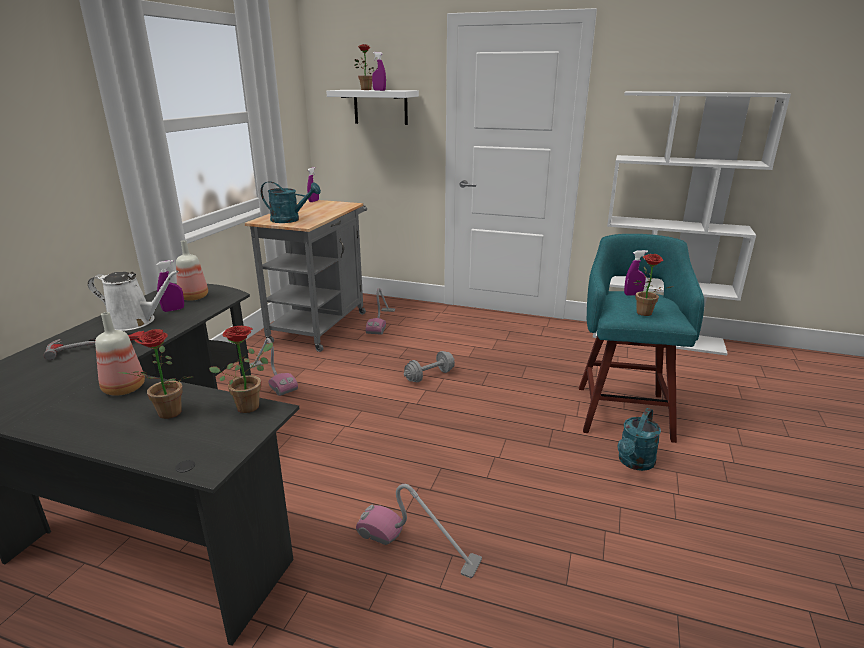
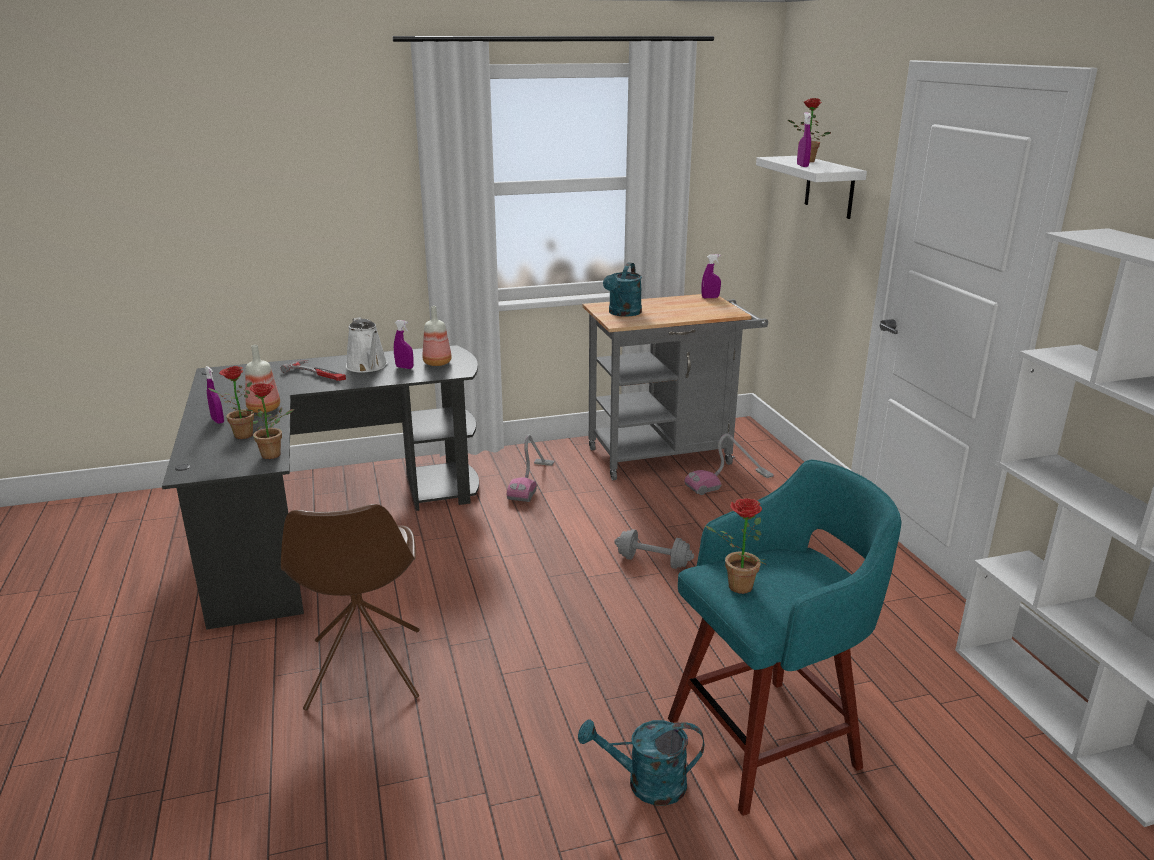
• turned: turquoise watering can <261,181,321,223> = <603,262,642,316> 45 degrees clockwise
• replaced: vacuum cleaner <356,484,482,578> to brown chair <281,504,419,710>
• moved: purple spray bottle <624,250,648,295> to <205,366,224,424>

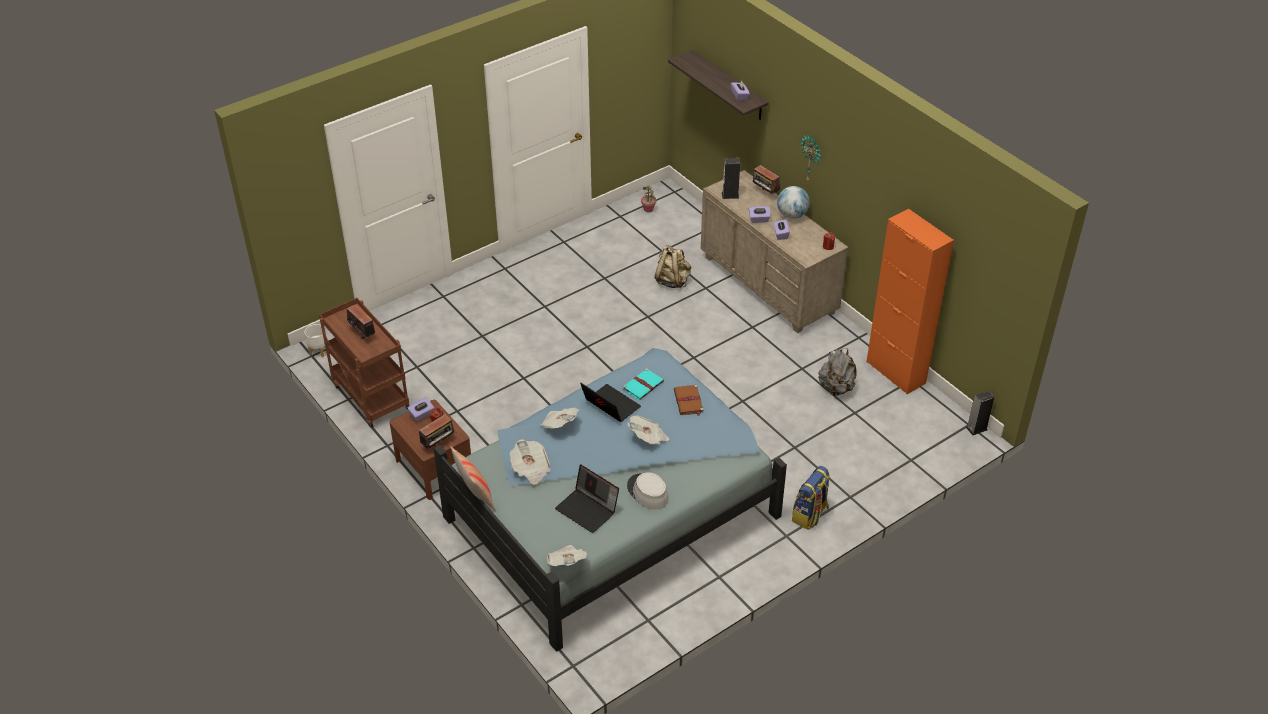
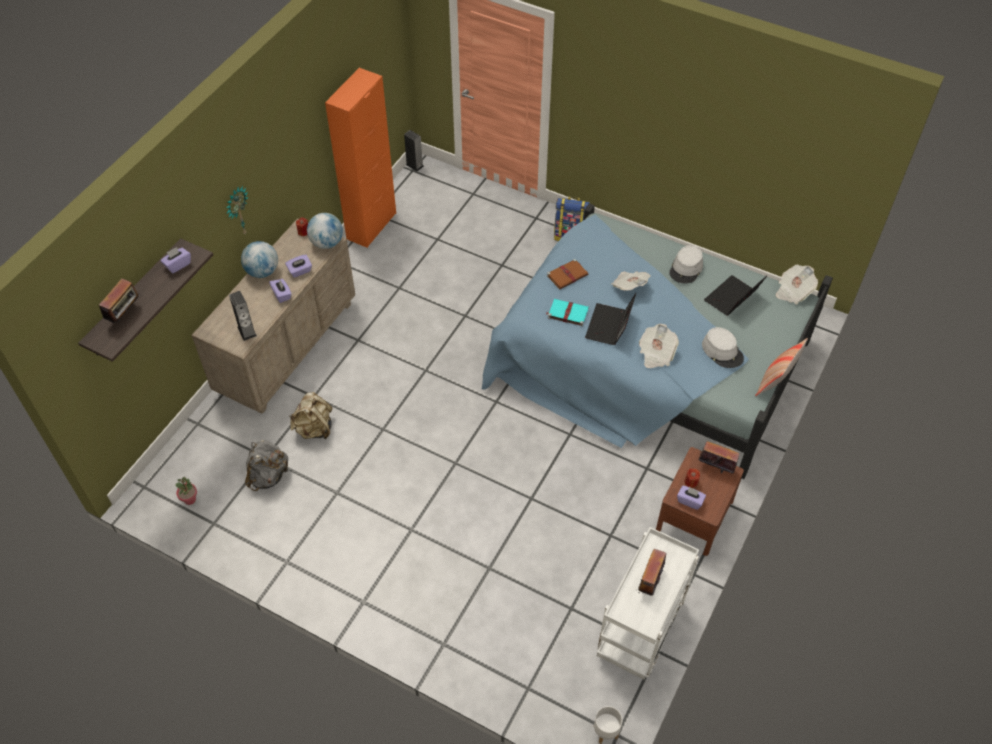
• recoloured: brown cart <319,298,410,428> to white cart <597,527,699,679>
• replaced: newspaper <510,439,551,485> to grey hat <702,327,744,368>
• turned: laptop <555,465,619,533> = <704,275,767,315> 150 degrees counterclockwise
• moved: radio <753,165,780,194> to <99,278,140,323>
• moved: grey backpack <818,348,857,397> to <245,440,289,491>
• added: globe <307,213,343,249>

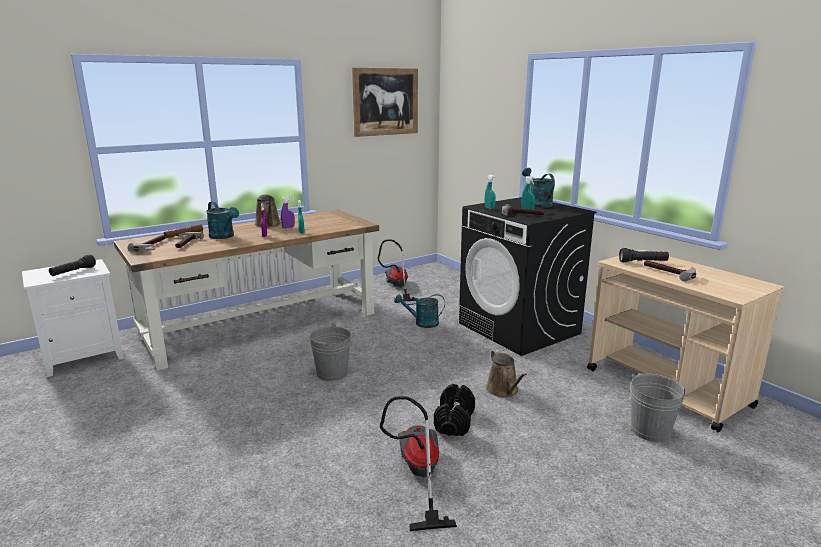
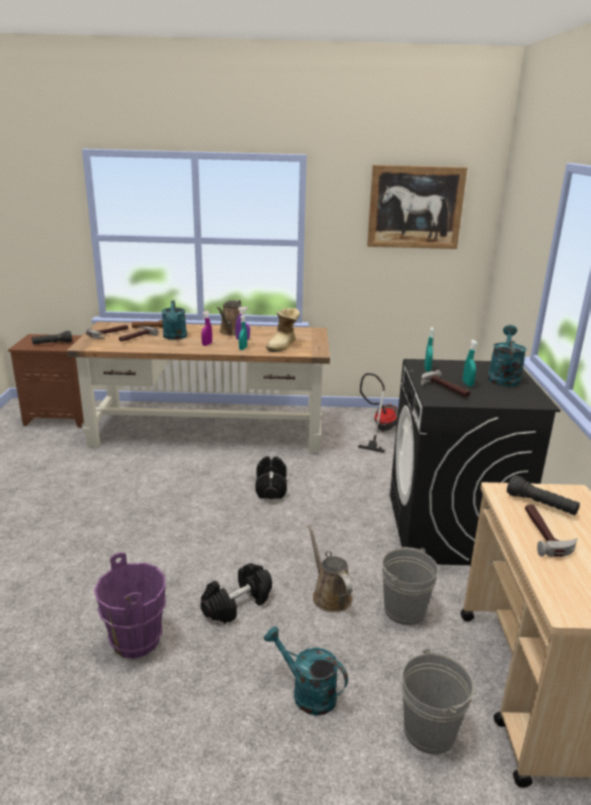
• recoloured: white nightstand <22,259,124,377> to brown nightstand <8,334,84,427>
• moved: grey bucket <309,324,351,381> to <382,547,438,625>
• replaced: vacuum cleaner <380,396,457,531> to purple bucket <94,552,166,659>
• moved: turquoise watering can <395,294,445,328> to <264,626,348,715>
• turned: brown watering can <486,350,527,397> = <308,525,353,613> 135 degrees clockwise
• added: black dumbbell <255,456,287,499>
• added: boot <266,308,300,352>

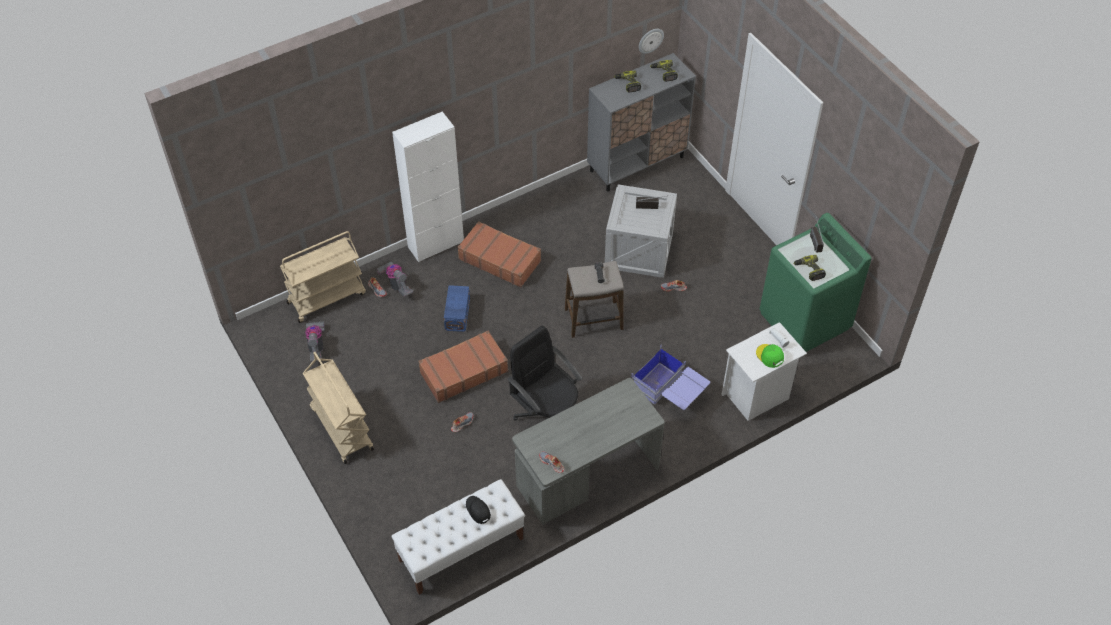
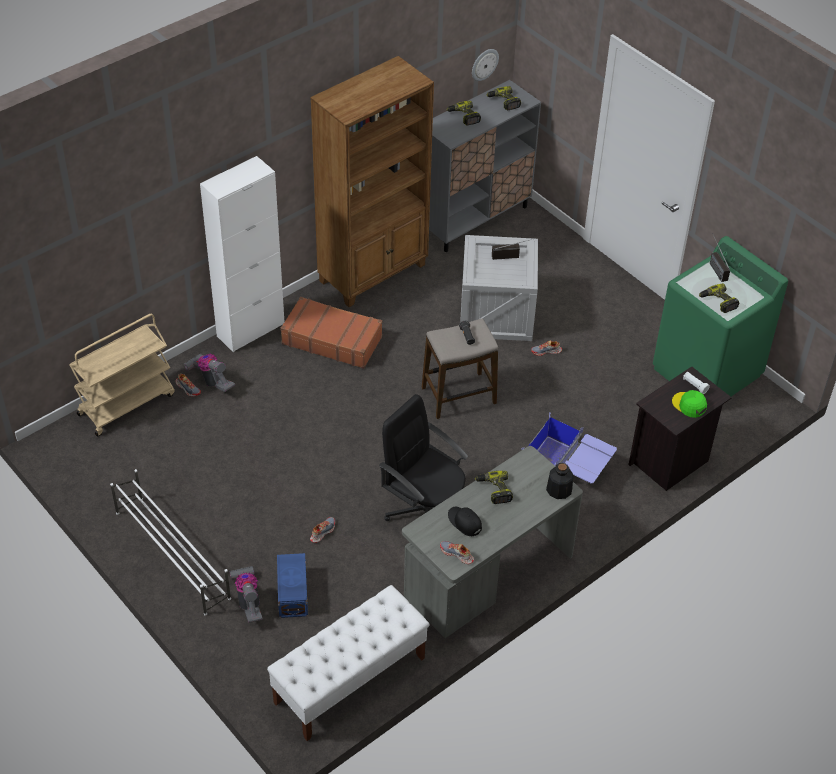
• replaced: beige cart <303,352,374,464> to white shoe rack <110,469,231,616>
• moved: vacuum cleaner <305,321,325,362> to <229,566,263,623>
• removed: brown suitcase <418,330,508,403>
• moved: blue storage box <444,285,470,332> to <277,553,308,618>
• moved: black cap <466,496,491,524> to <448,507,482,536>
• recoloured: white nightstand <721,322,807,421> to black nightstand <628,367,732,491>
• added: brown bookcase <310,56,434,307>
• added: power drill <475,471,513,504>
• added: bottle <546,463,573,499>

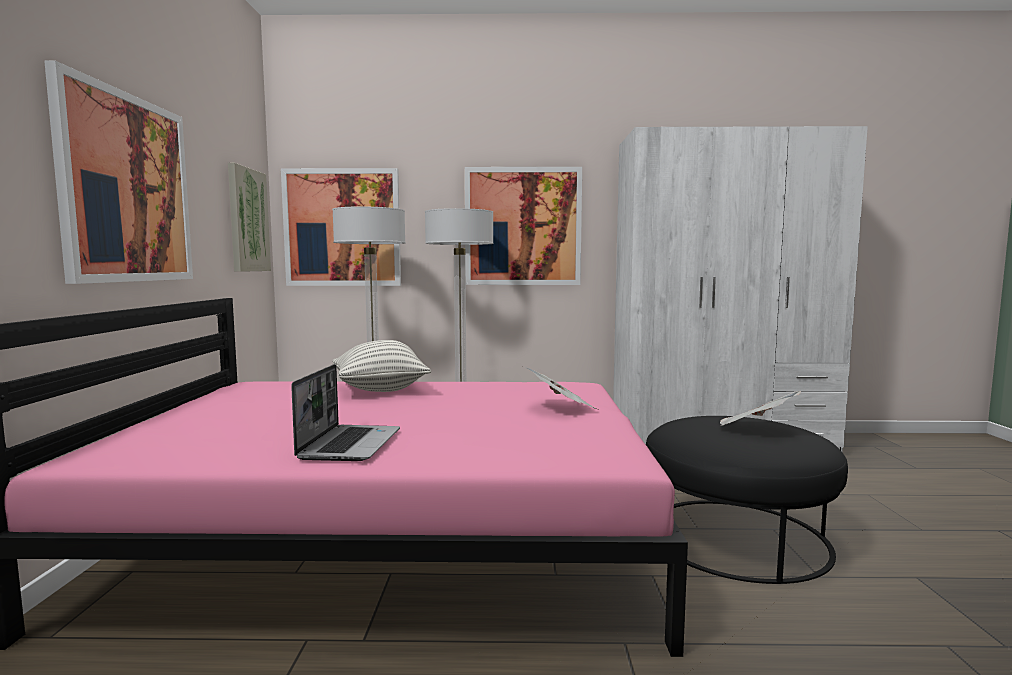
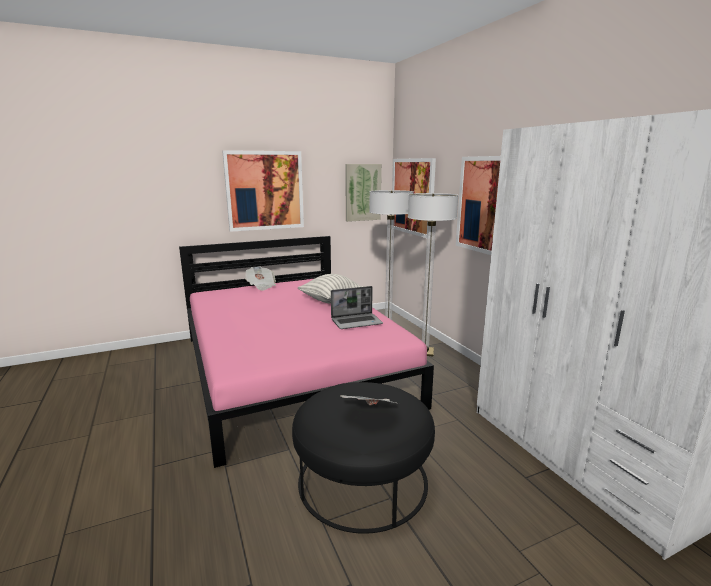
• moved: laptop <291,364,400,461> to <331,286,383,329>
• moved: newspaper <524,367,597,409> to <245,266,276,291>

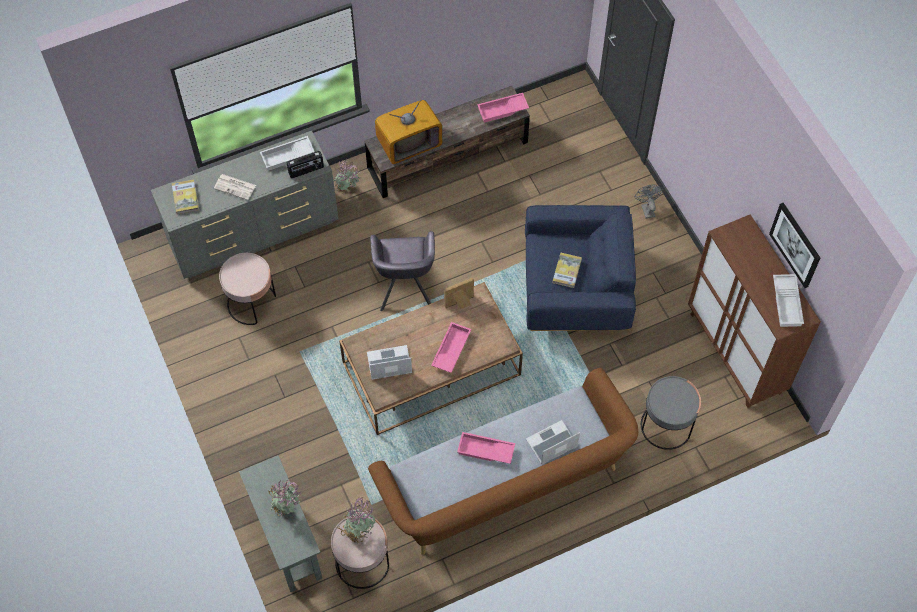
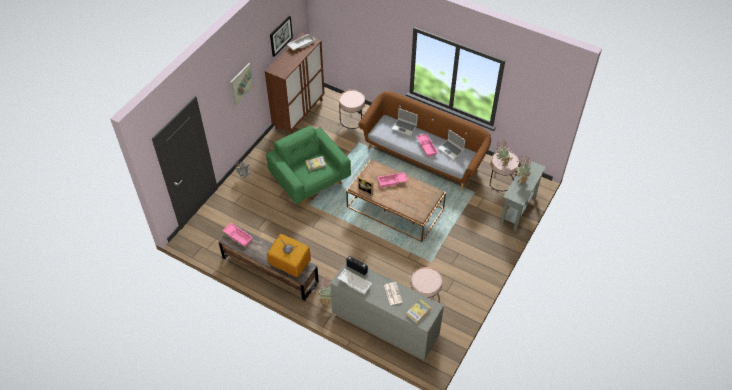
• moved: laptop <367,345,412,380> to <438,129,465,160>
• removed: grey armchair <370,231,435,311>
• recoloured: blue armchair <525,205,636,331> to green armchair <266,125,351,205>
• recoloured: grey side table <641,376,701,450> to pink side table <339,90,365,129>
• added: picture <230,63,254,106>

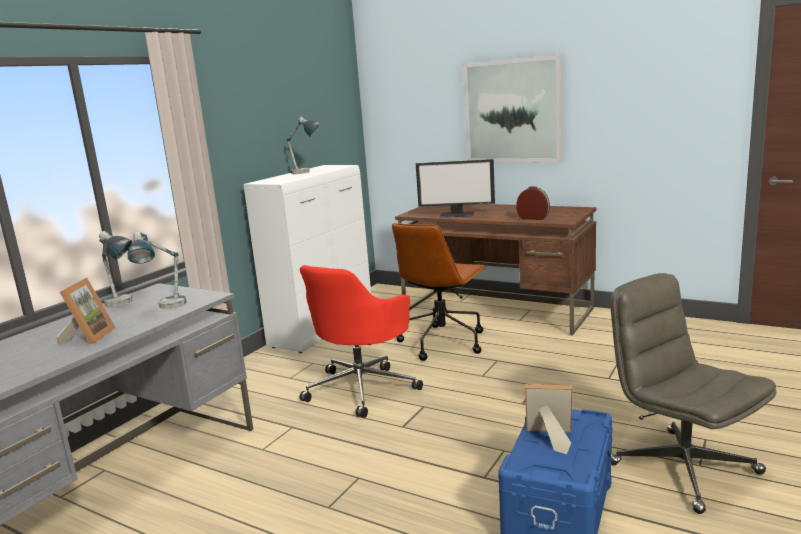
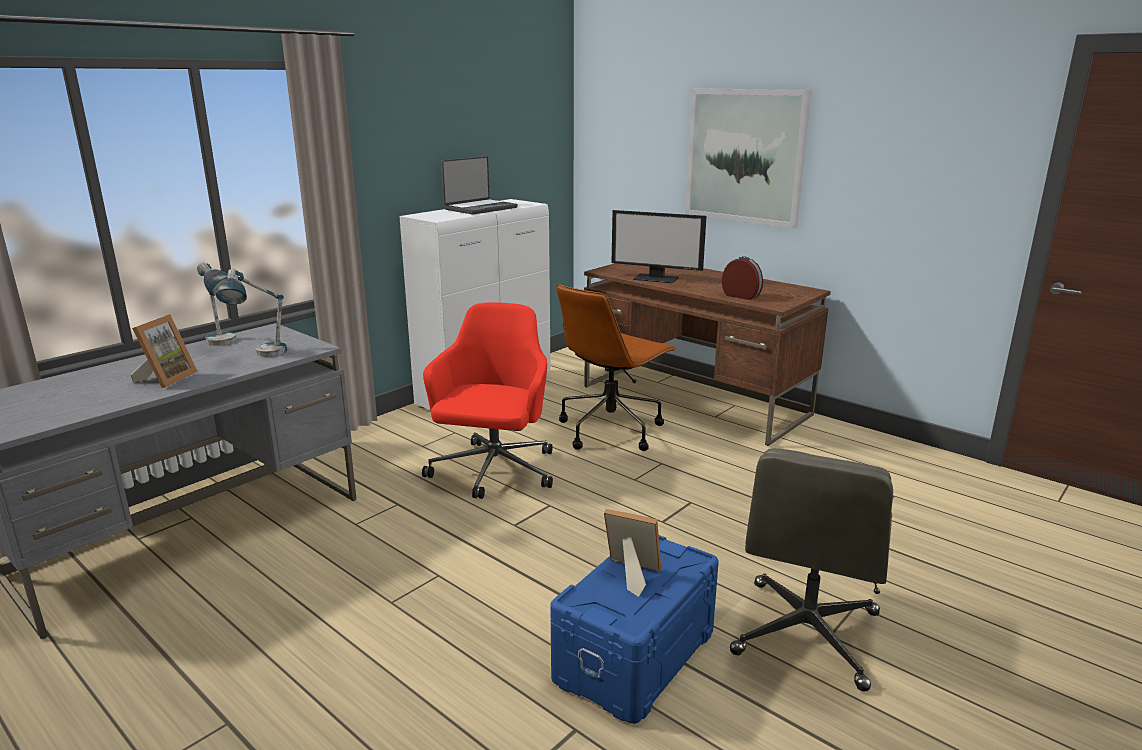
• replaced: table lamp <287,117,320,174> to laptop <441,156,518,215>
• turned: red office chair <300,265,423,418> = <422,302,553,499> 150 degrees clockwise
• turned: grey office chair <610,273,777,514> = <730,448,893,692> 135 degrees counterclockwise

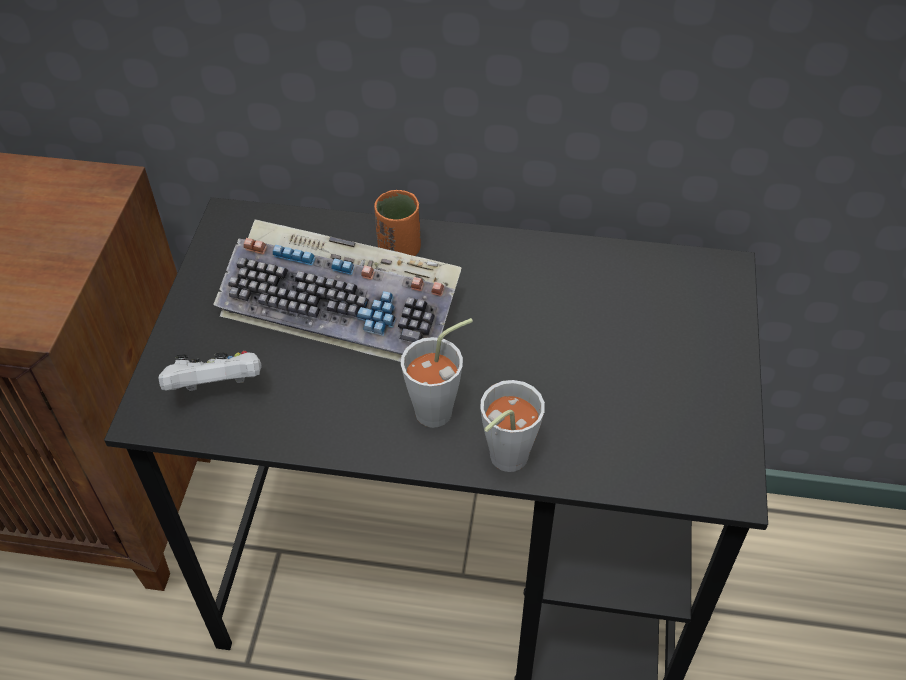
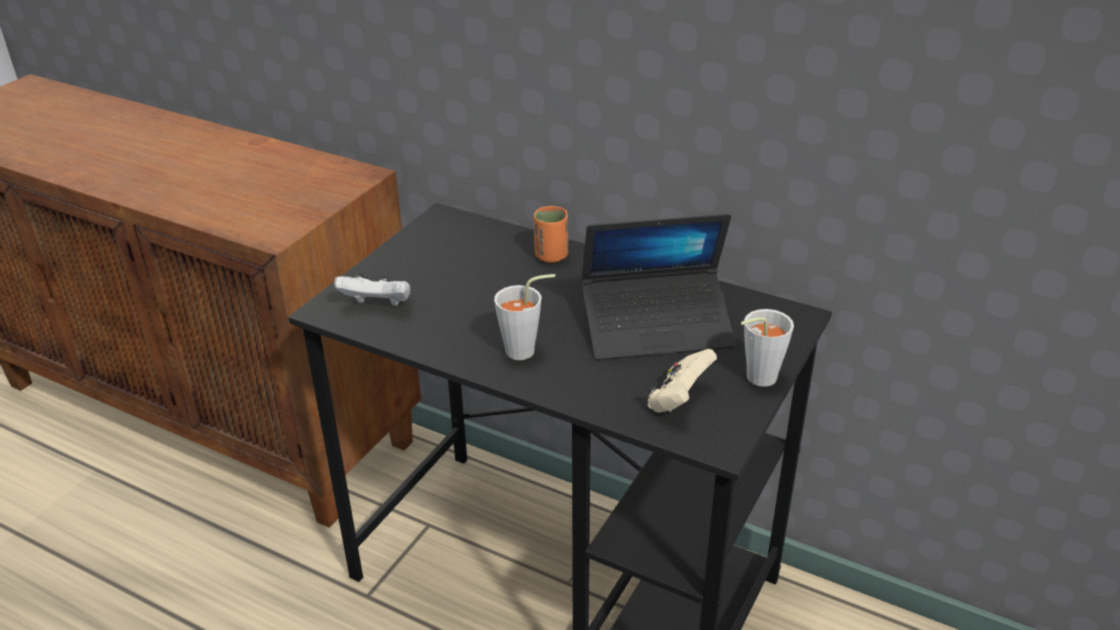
• removed: keyboard <213,219,462,362>
• moved: grey cup <480,380,545,472> to <741,309,794,387>
• added: laptop <581,214,735,360>
• added: beige game controller <647,349,717,413>

